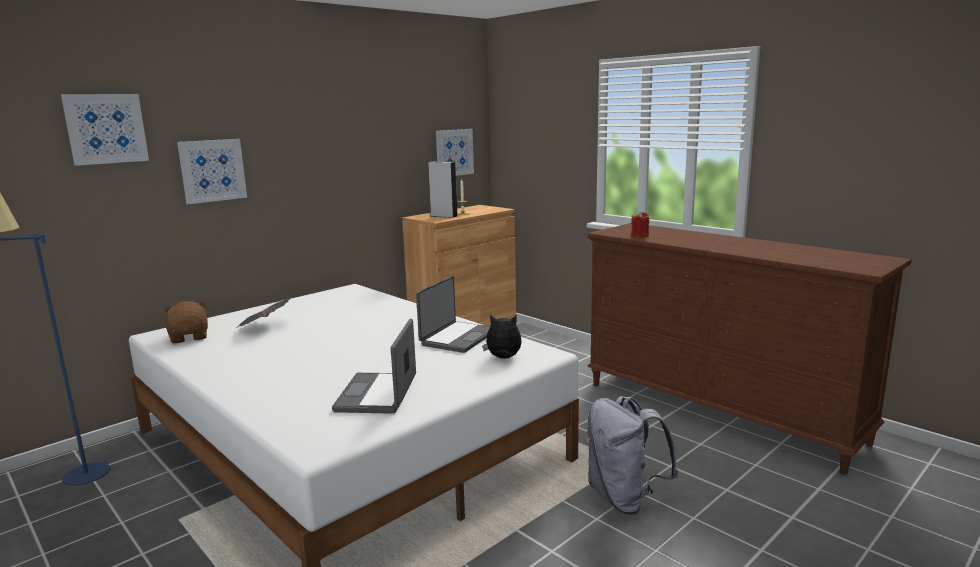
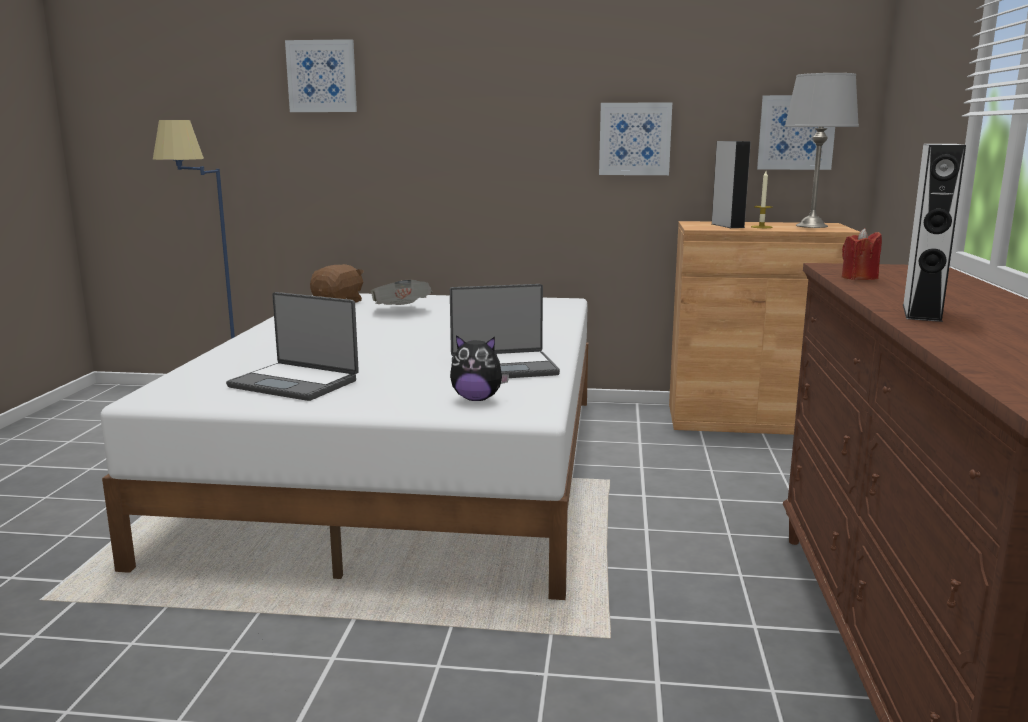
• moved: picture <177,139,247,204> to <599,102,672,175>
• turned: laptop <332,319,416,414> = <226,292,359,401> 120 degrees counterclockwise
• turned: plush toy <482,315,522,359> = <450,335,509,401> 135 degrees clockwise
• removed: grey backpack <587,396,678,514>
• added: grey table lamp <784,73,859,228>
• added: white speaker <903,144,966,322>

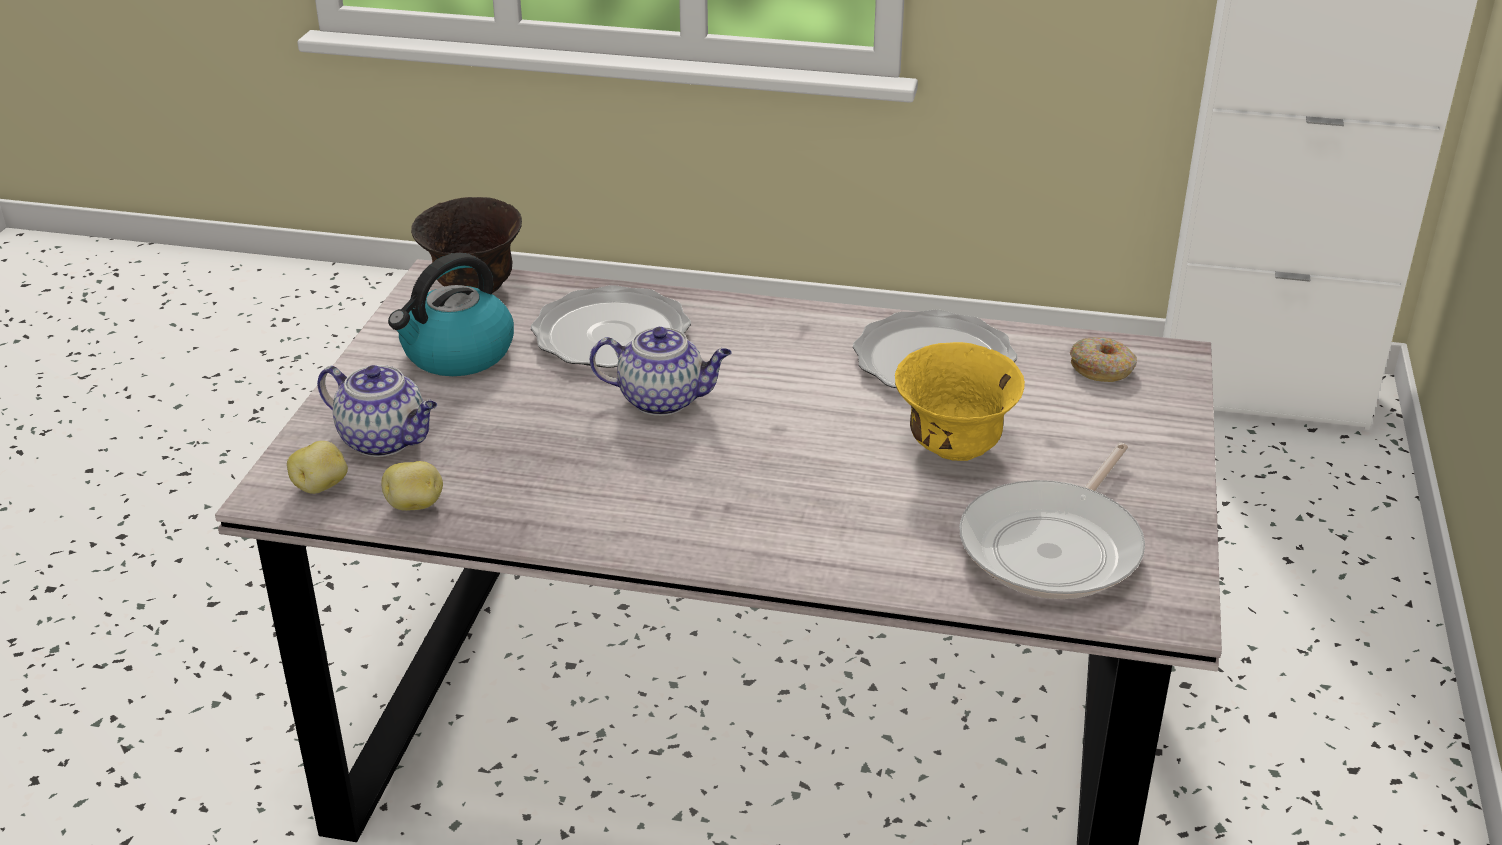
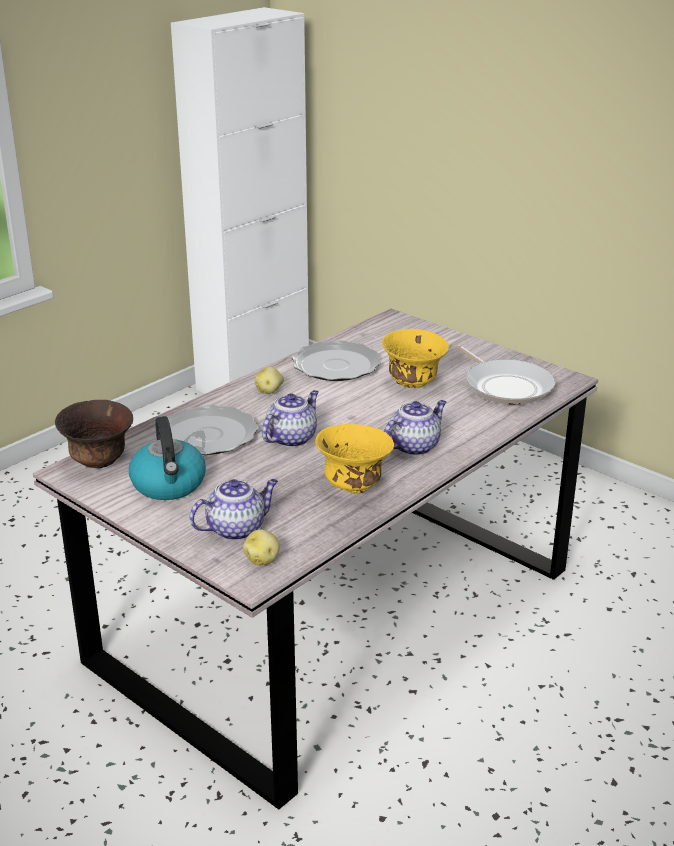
• moved: potato <381,461,443,511> to <255,367,284,394>
• removed: donut <1070,337,1137,382>
• added: yellow bowl <315,424,394,493>
• added: teapot <384,400,446,456>

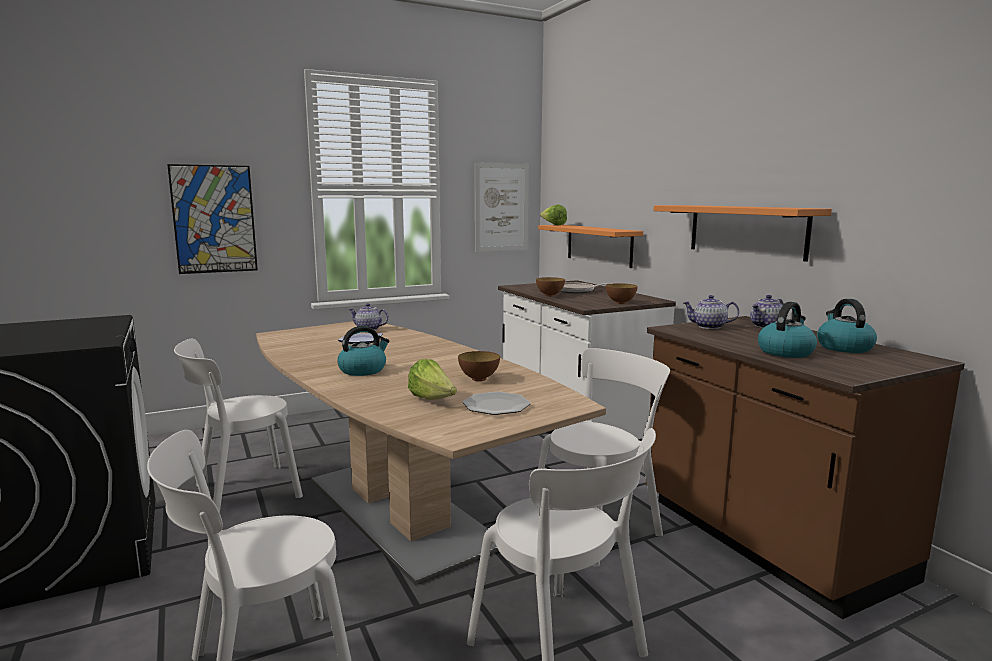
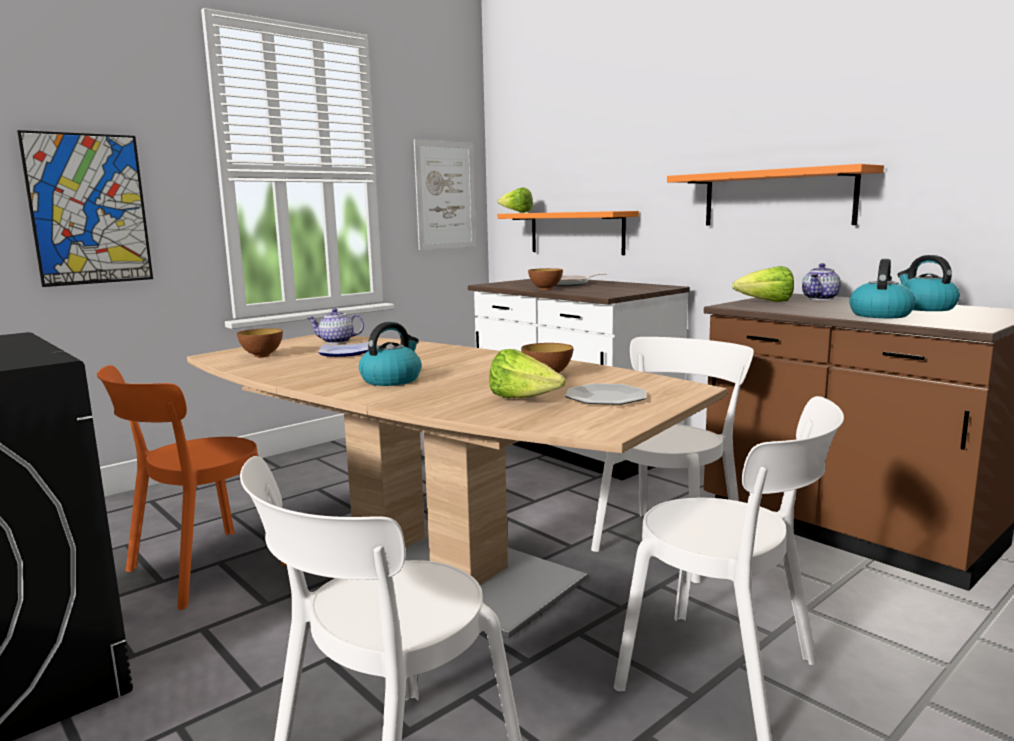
• recoloured: white chair <174,339,303,513> to orange chair <97,365,287,610>
• moved: bowl <606,283,638,304> to <237,328,283,357>
• replaced: teapot <683,295,739,329> to lettuce <732,266,794,302>

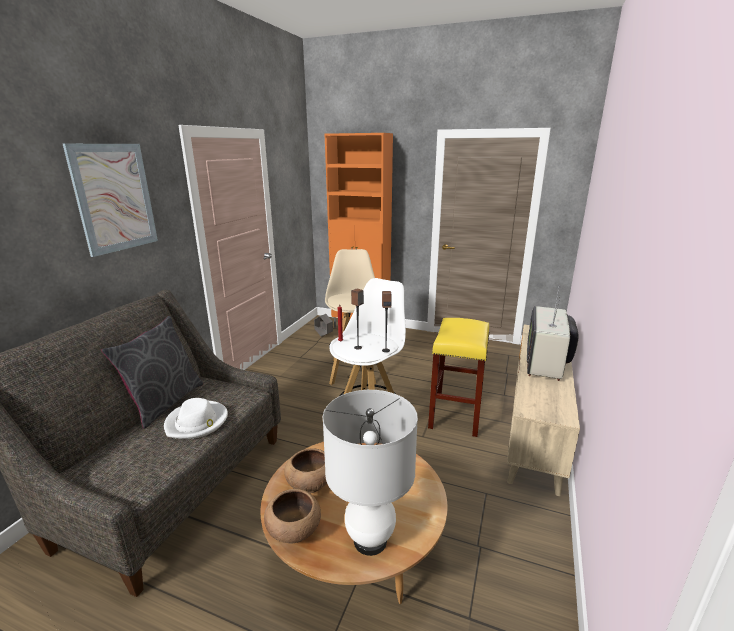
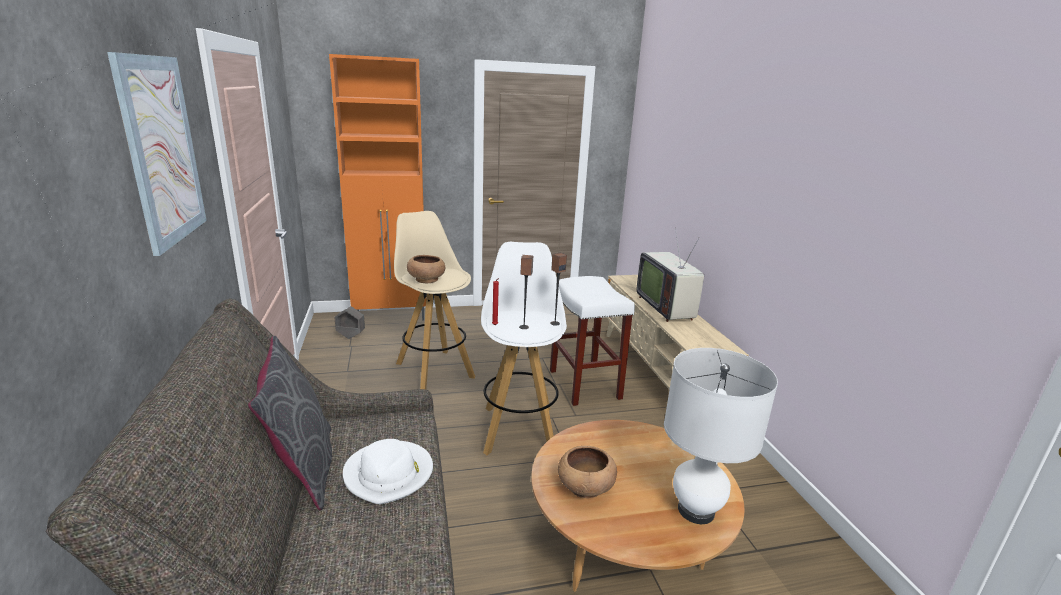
• moved: brown bowl <264,489,321,543> to <407,255,445,283>
• recoloured: yellow stool <428,318,489,437> to white stool <550,276,635,406>

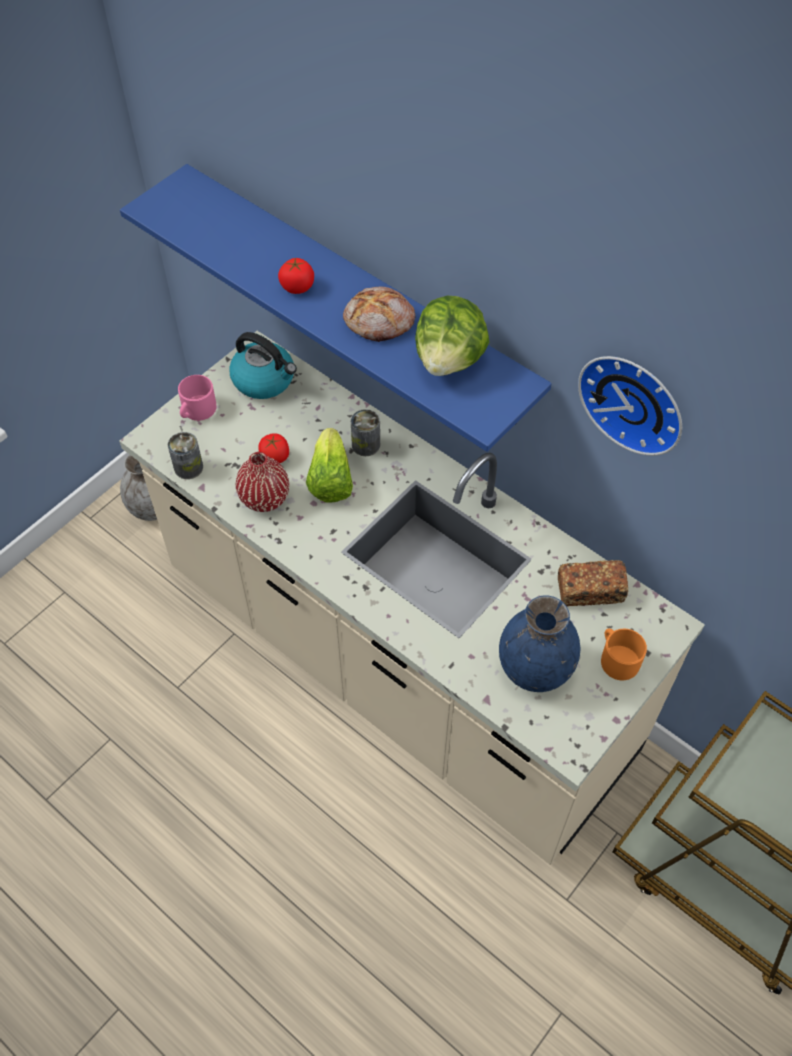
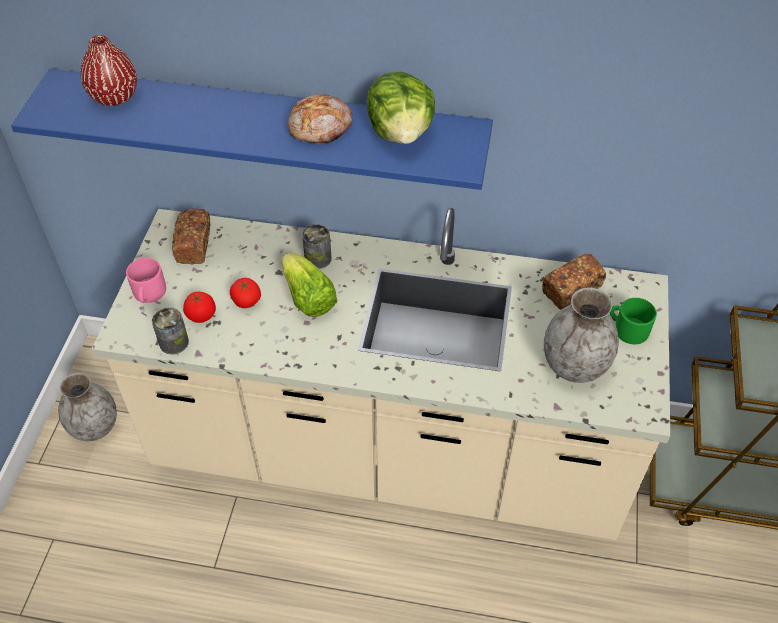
• replaced: kettle <229,332,297,399> to bread <172,208,210,264>
• moved: red vase <236,452,289,512> to <80,35,137,106>
• moved: tomato <278,258,314,294> to <183,292,216,323>
• recoloured: blue vase <499,596,581,692> to grey vase <544,287,619,383>
• removed: wall clock <578,356,682,456>
• recoloured: orange mug <601,628,647,680> to green mug <610,298,657,344>

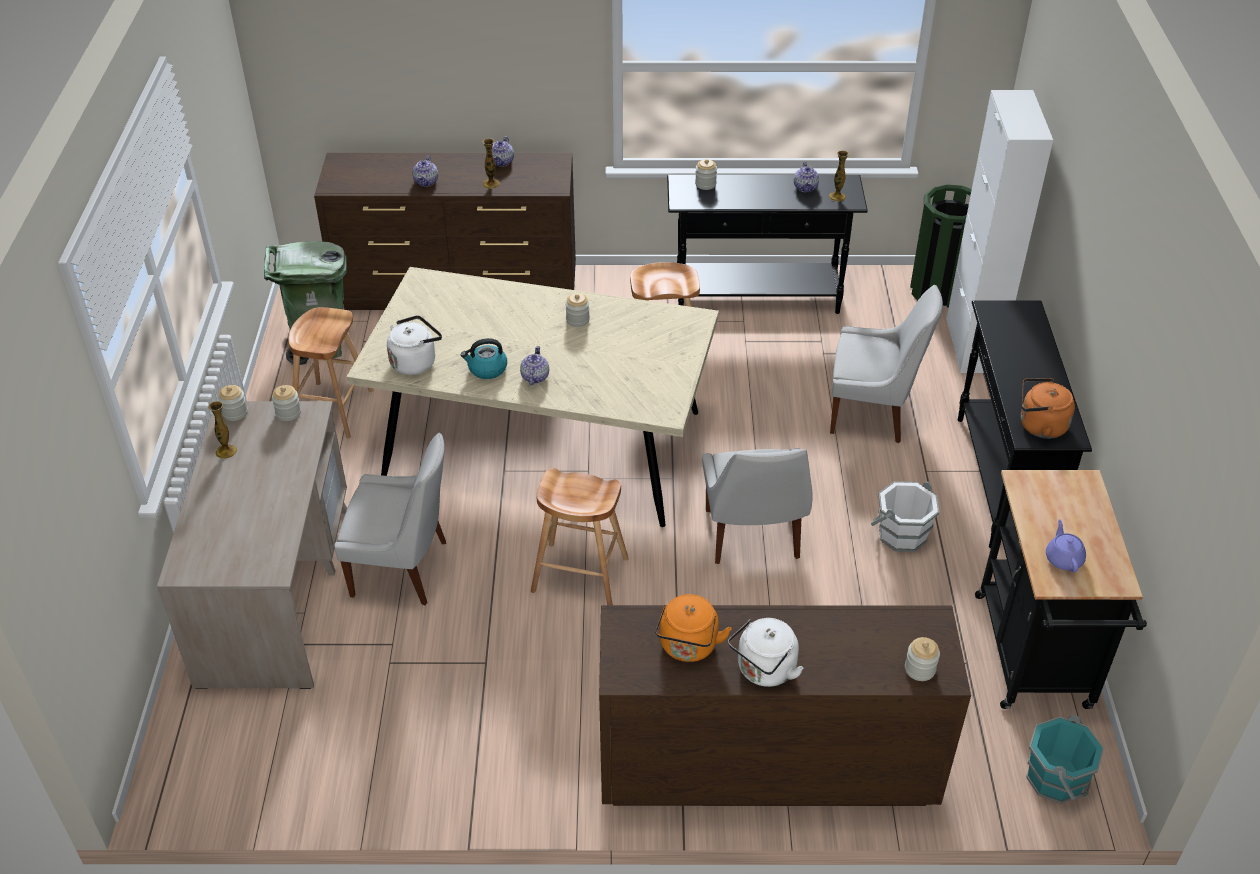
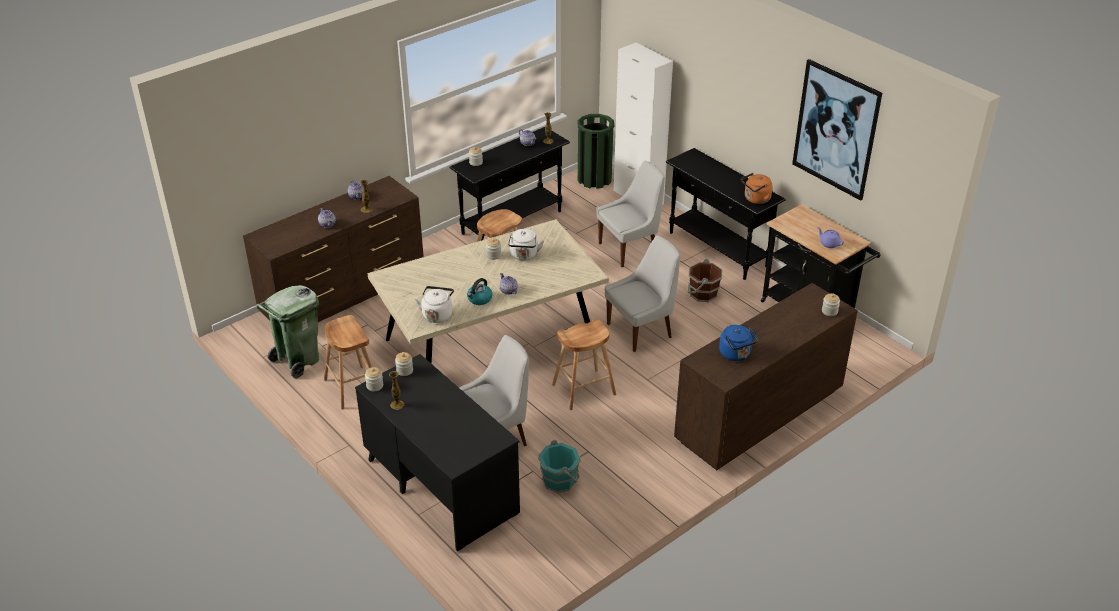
• recoloured: beige desk <157,401,347,689> to black desk <355,354,520,551>
• recoloured: orange kettle <655,594,732,662> to blue kettle <719,325,759,361>
• turned: white chair <702,448,812,564> = <605,235,680,352> 75 degrees counterclockwise
• moved: white kettle <728,618,803,687> to <508,229,544,260>
• recoloured: white bucket <871,481,940,552> to brown bucket <688,258,722,302>
• moved: turquoise bucket <1026,715,1104,804> to <538,440,581,493>
• added: picture <792,59,882,201>

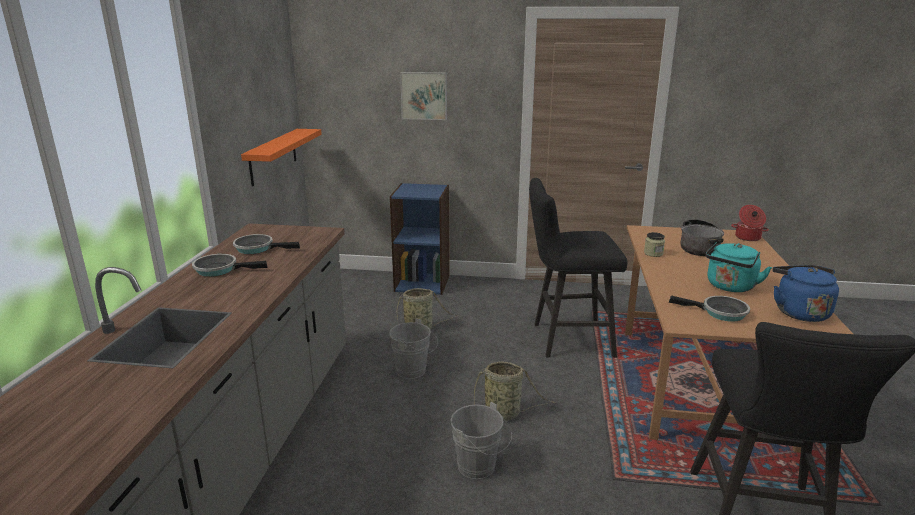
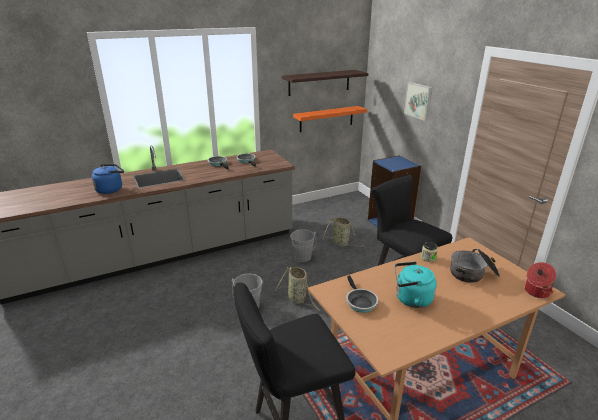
• moved: blue kettle <772,265,839,322> to <92,164,124,194>
• added: shelf <281,70,368,96>

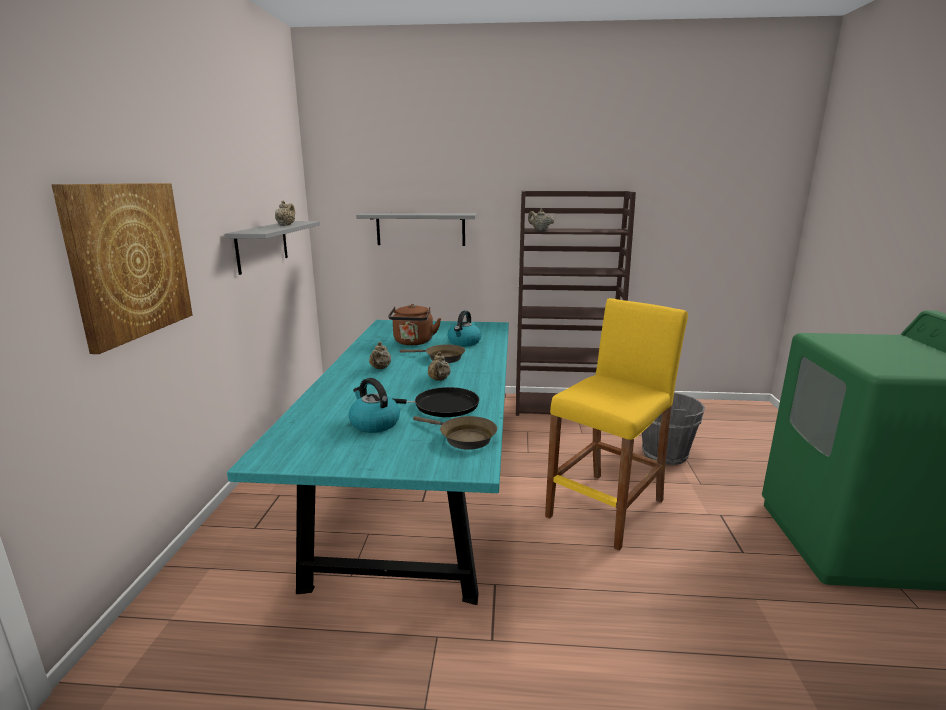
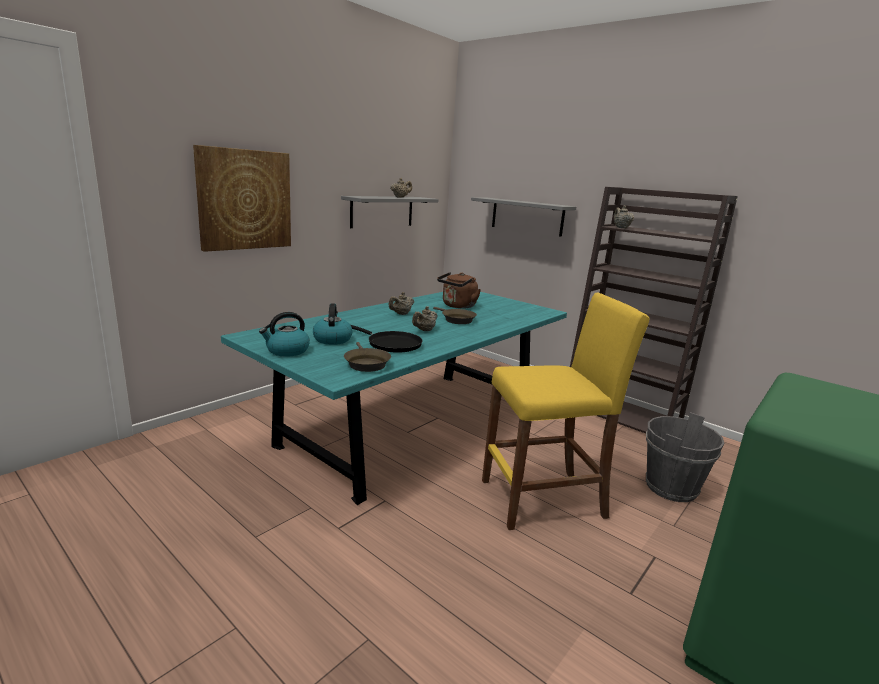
• moved: kettle <448,311,481,346> to <259,312,310,357>

